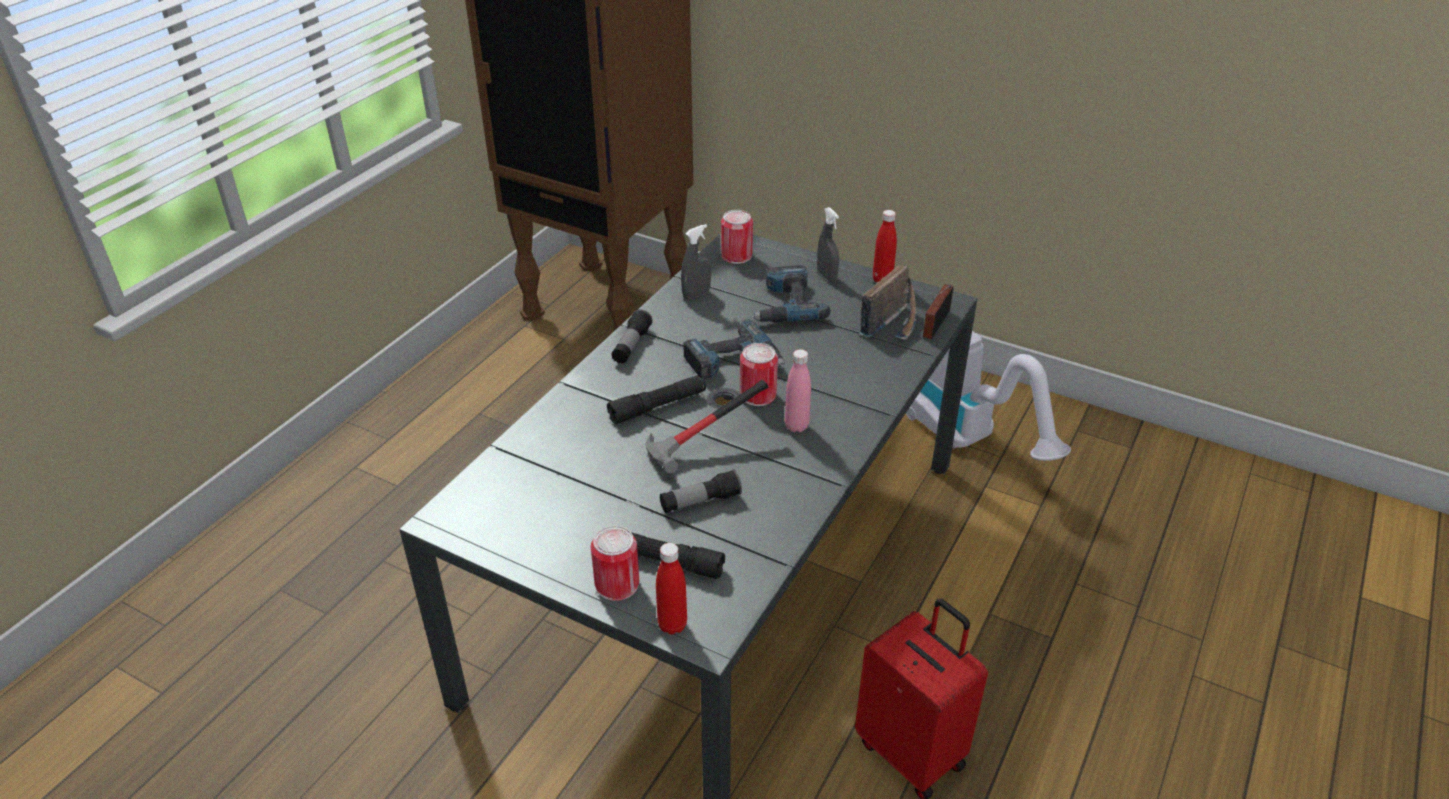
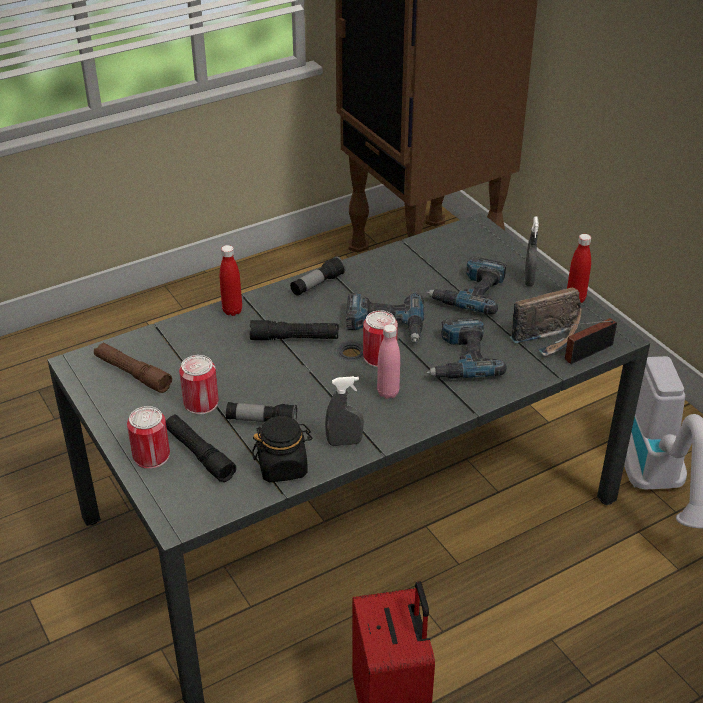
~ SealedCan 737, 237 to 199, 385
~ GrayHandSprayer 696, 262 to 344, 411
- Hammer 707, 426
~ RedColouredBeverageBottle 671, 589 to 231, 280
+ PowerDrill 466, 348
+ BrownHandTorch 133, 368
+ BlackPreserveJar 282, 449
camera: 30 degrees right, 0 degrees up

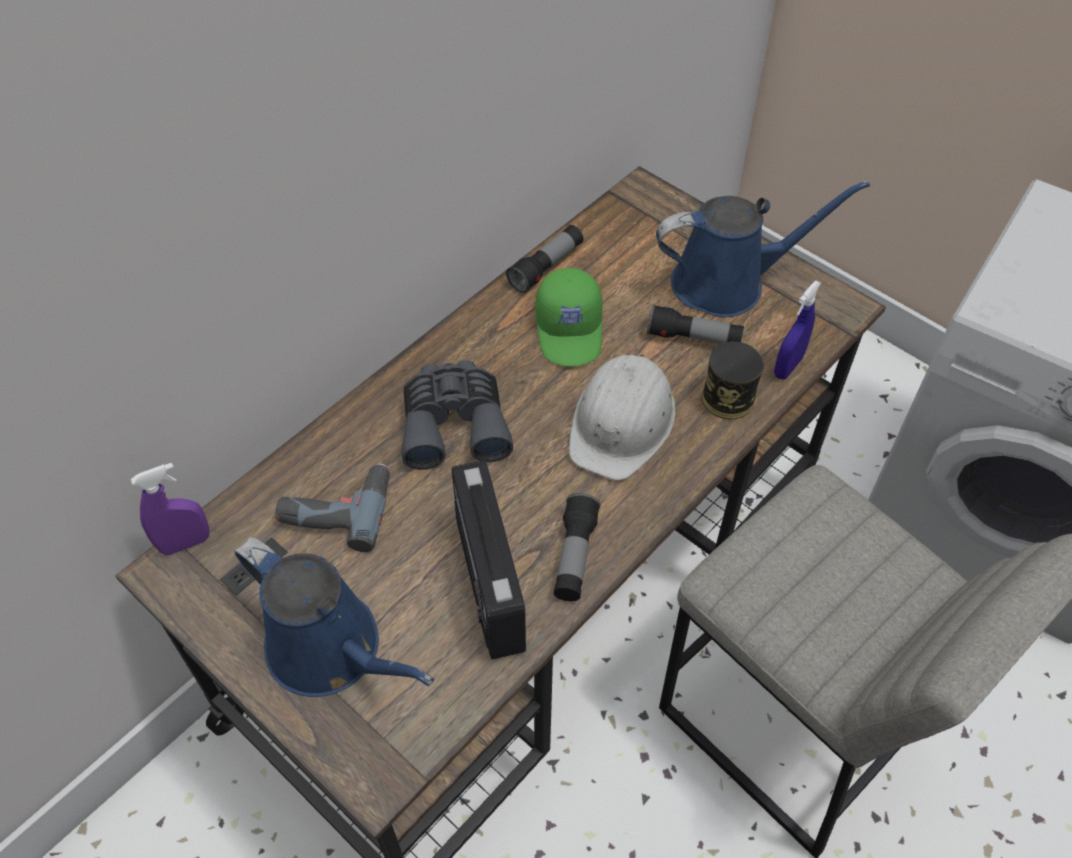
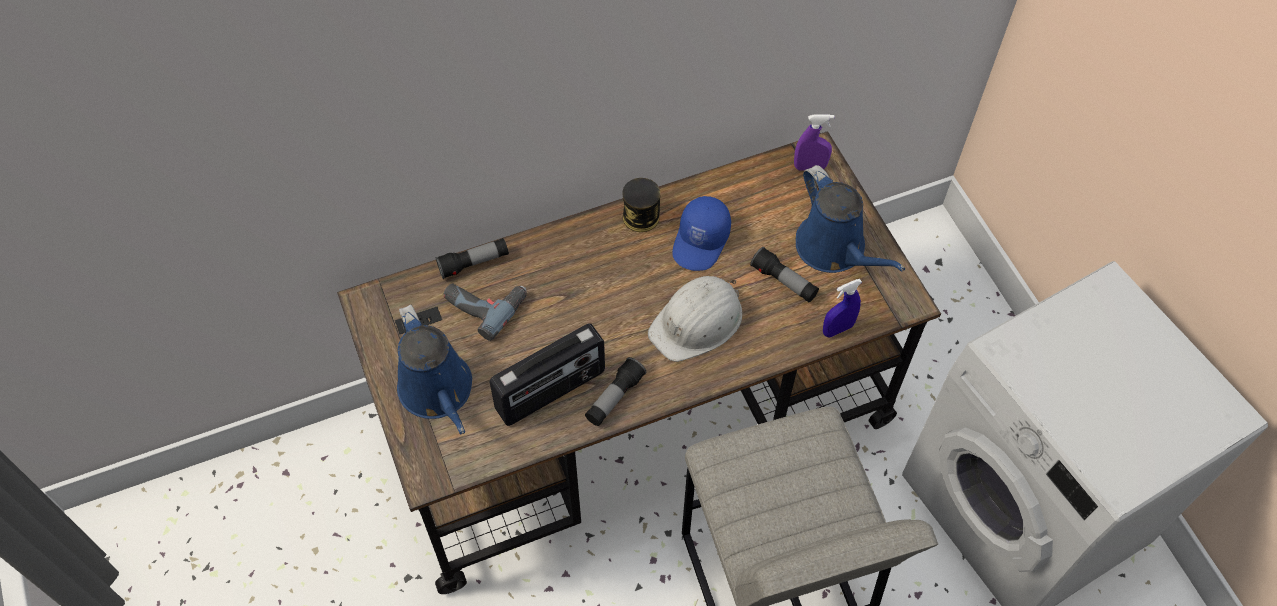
~ BlueWateringCan 763, 249 = 850, 219 45 degrees clockwise
~ HandTorch 544, 259 to 472, 258
~ GreenCap 569, 317 to BlueCap 701, 233
~ SealedCan 733, 380 to 641, 205
- GrayBinoculars 457, 415
~ RadioSet 489, 559 = 547, 374 135 degrees counterclockwise
~ PurpleHandSprayer 170, 509 to 814, 142
camera: 25 degrees right, 5 degrees up

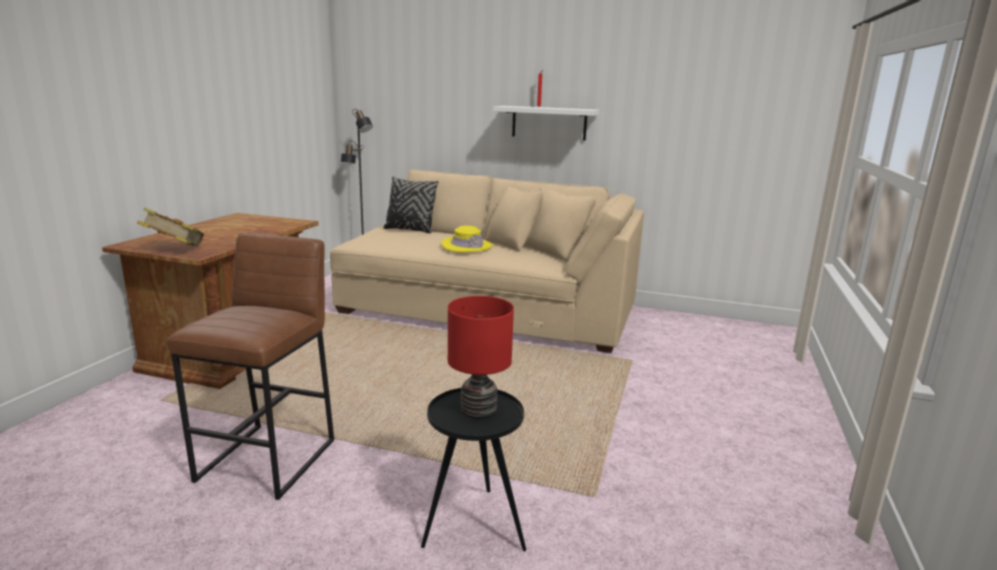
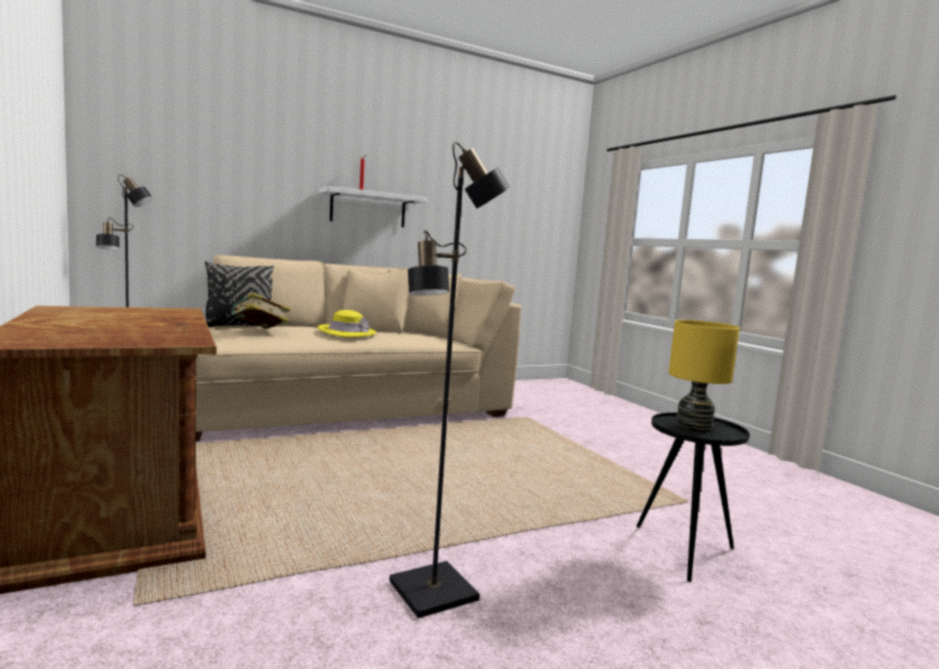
~ Volume 170, 227 to 261, 310
~ BrownSittingStool 250, 366 to BlackStandingLamp 449, 380
~ RedColouredTableLamp 481, 357 to YellowColouredTableLamp 704, 376
camera: 45 degrees left, 10 degrees down

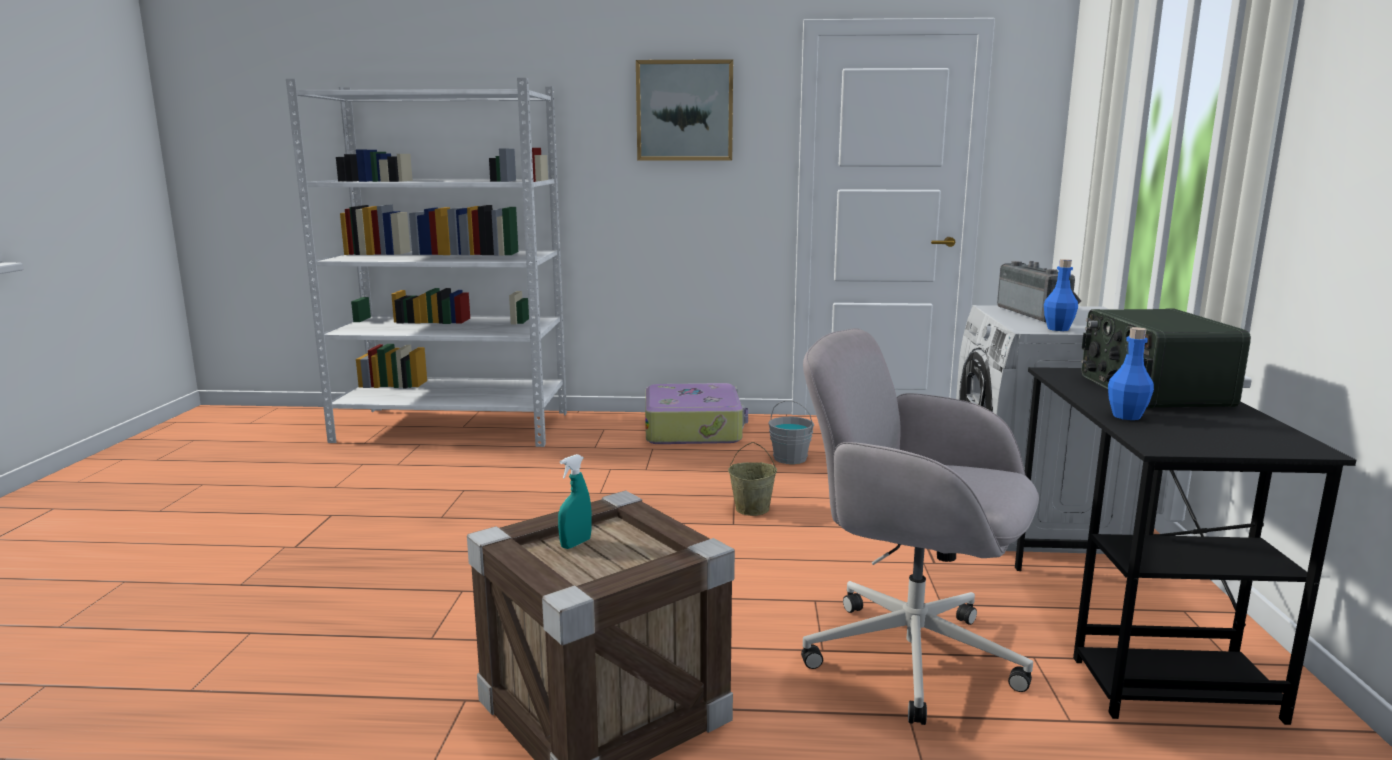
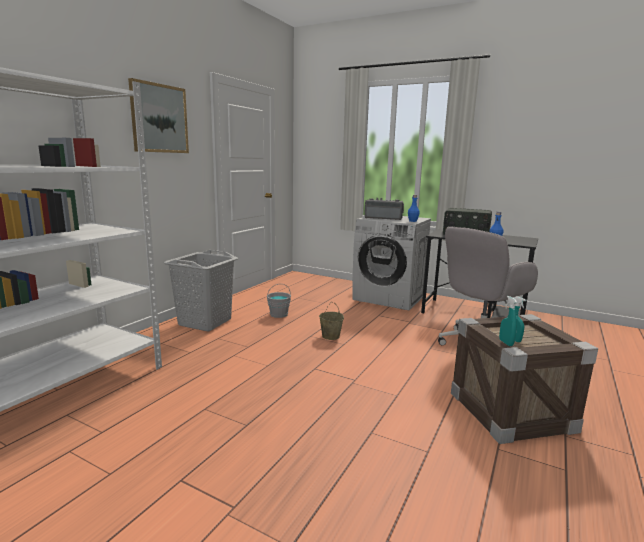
~ TravelCase 696, 413 to GrayLaundryBasket 201, 290
+ BlueGreenHandSprayer 508, 321
camera: 65 degrees left, 0 degrees up

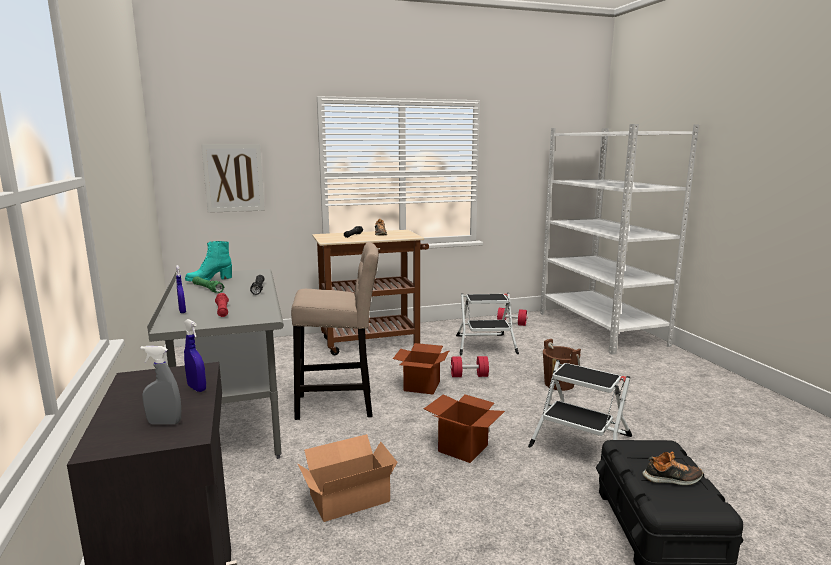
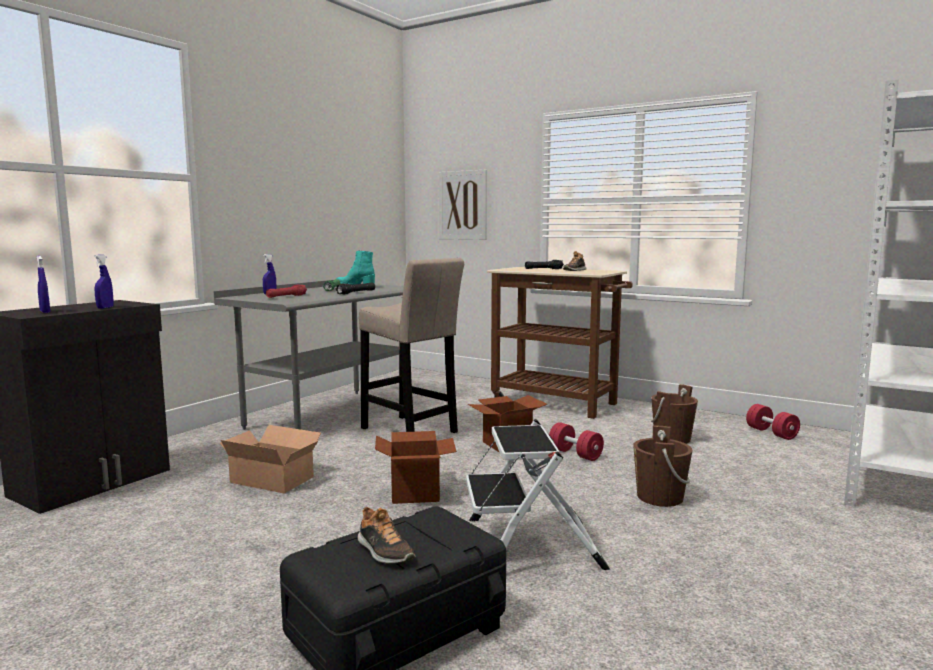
~ Stepladder 487, 324 to BrownWaterBucket 674, 414
~ GrayHandSprayer 160, 385 to BlueHandSprayer 43, 284
camera: 50 degrees right, 5 degrees down

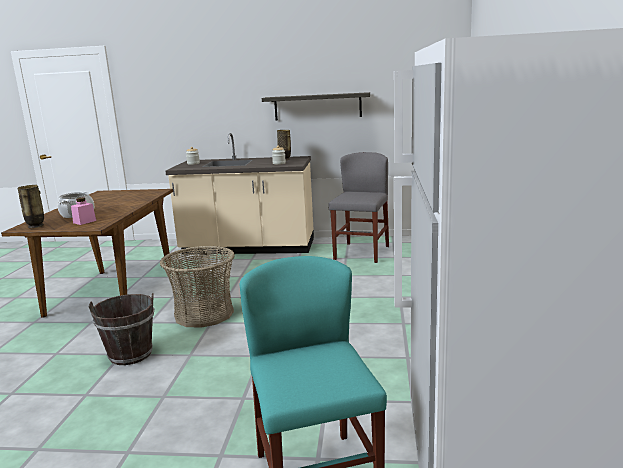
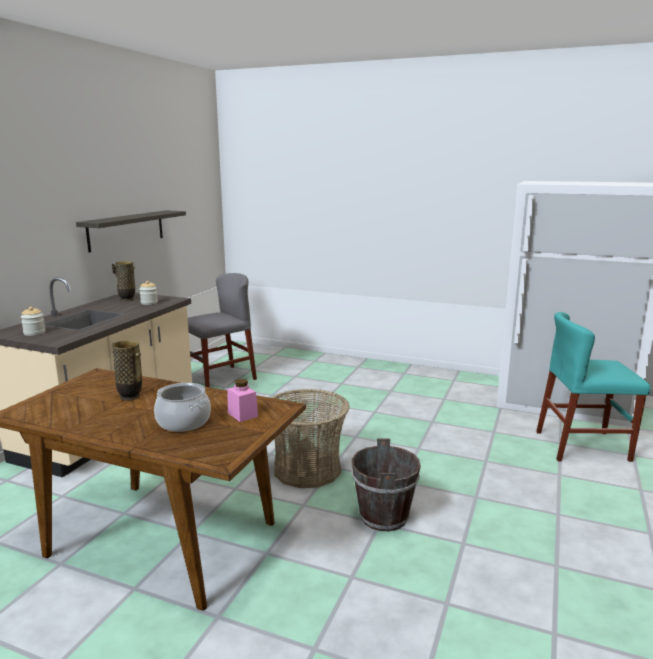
~ GrayPlainChair 358, 207 = 222, 330 105 degrees clockwise
~ Vase 30, 206 to 127, 370
camera: 75 degrees left, 0 degrees up

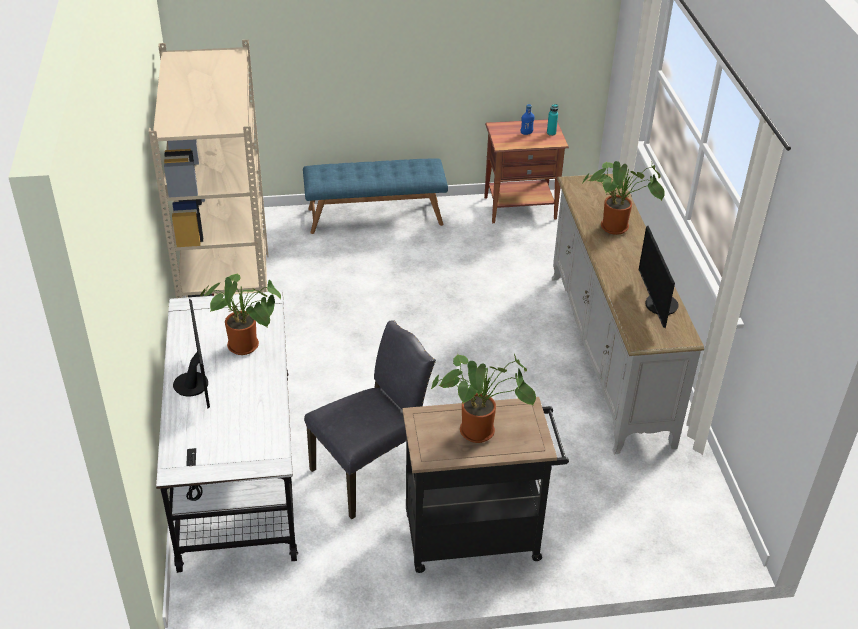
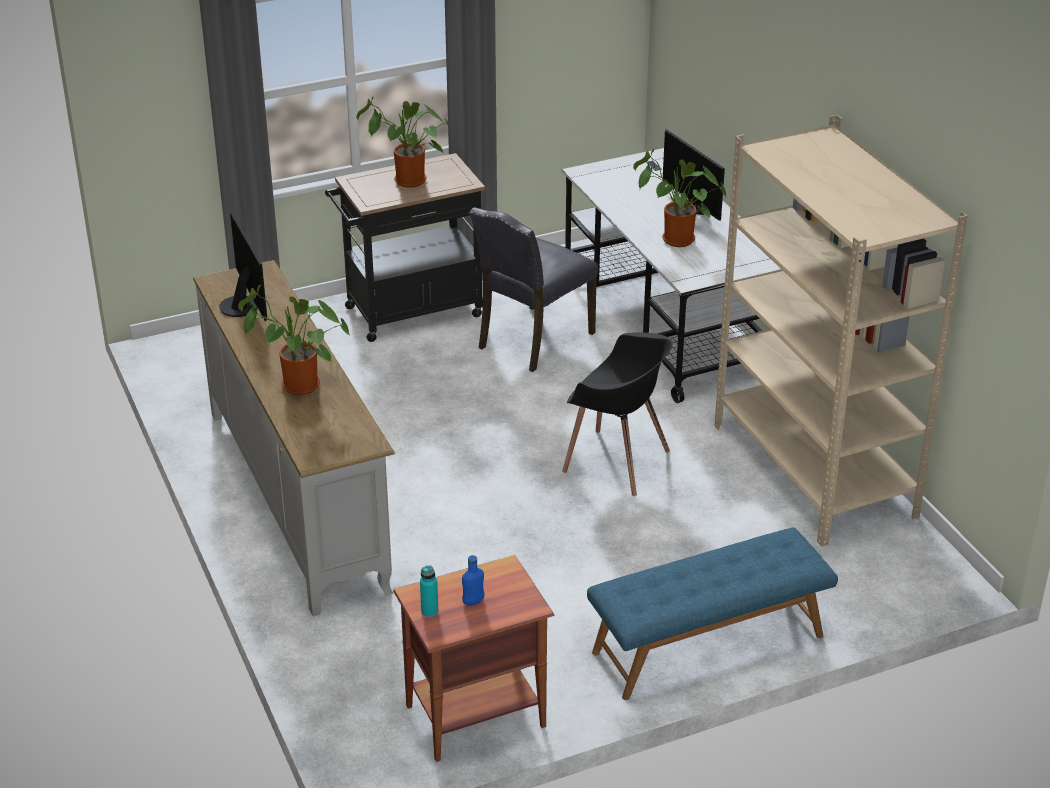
+ BlackPlainChair 617, 414
camera: 165 degrees right, 5 degrees down

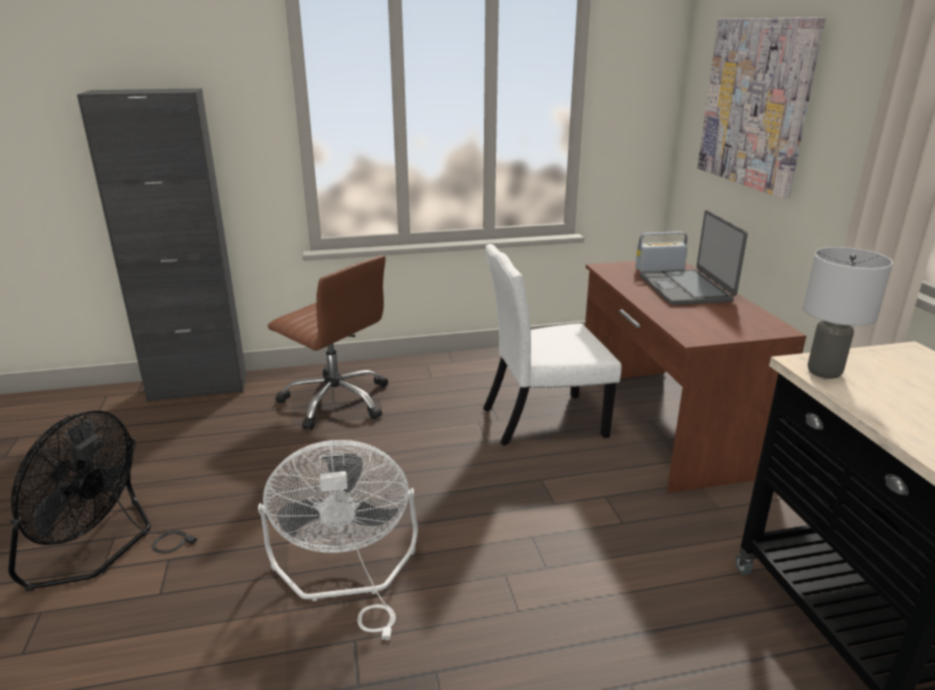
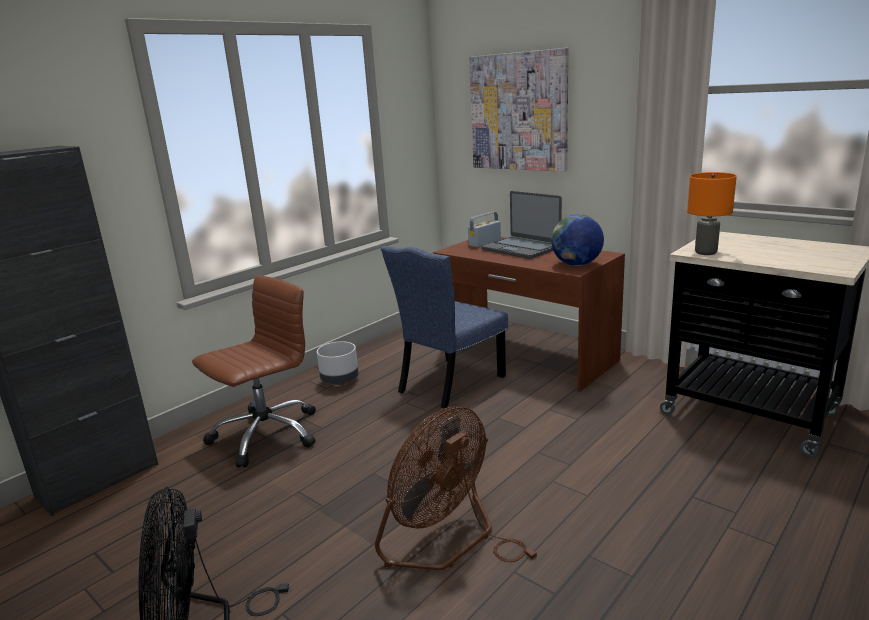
~ WhitishPlainChair 552, 345 to BluePlainChair 444, 327
~ WhitishTableLamp 848, 313 to OrangeyTableLamp 712, 213
~ BrownDeskChair 328, 342 = 254, 371 45 degrees counterclockwise
~ WhitishFan 338, 540 to BrownFan 456, 488
+ DeskGlobe 577, 240
+ GrayFlowerPot 338, 363
camera: 35 degrees left, 5 degrees down

